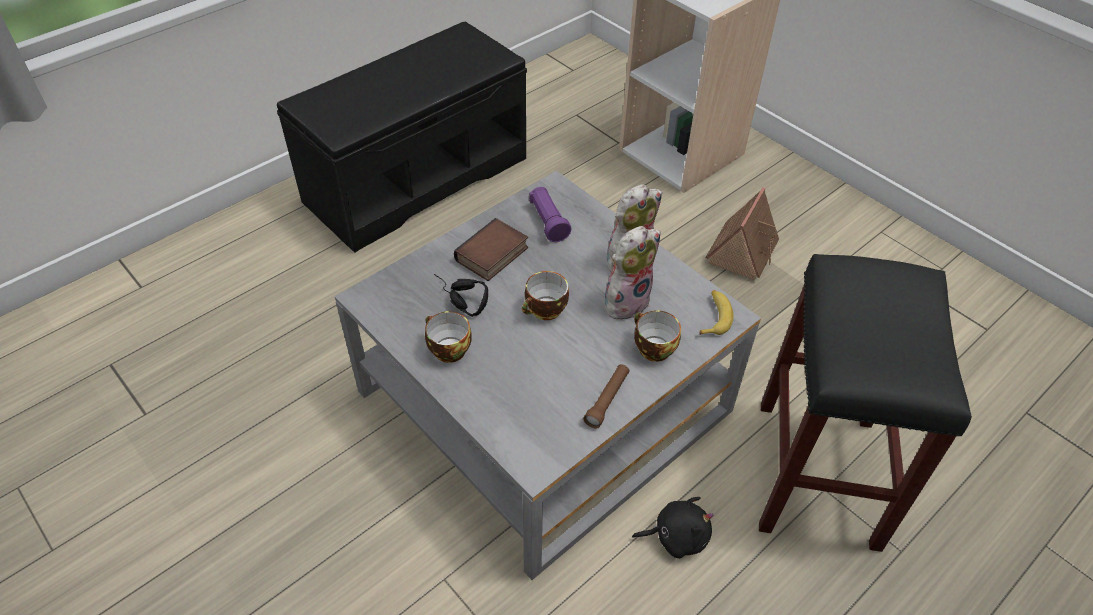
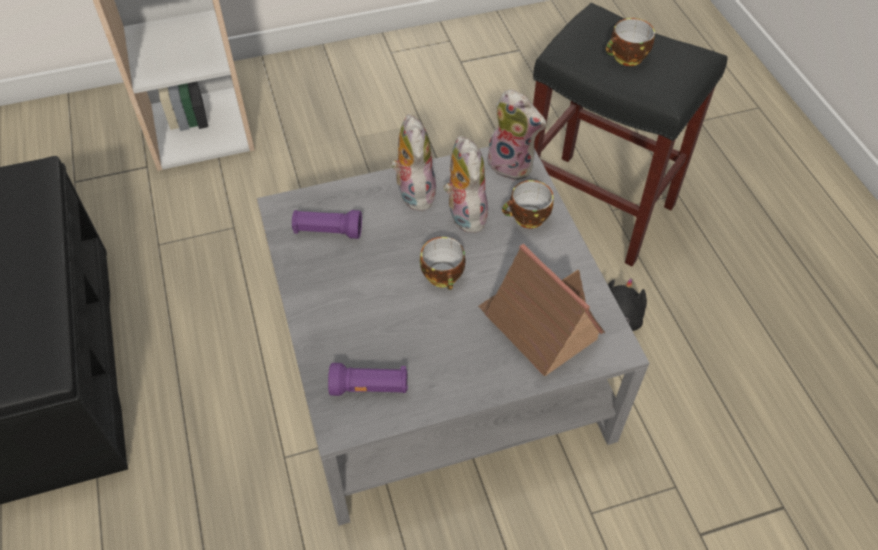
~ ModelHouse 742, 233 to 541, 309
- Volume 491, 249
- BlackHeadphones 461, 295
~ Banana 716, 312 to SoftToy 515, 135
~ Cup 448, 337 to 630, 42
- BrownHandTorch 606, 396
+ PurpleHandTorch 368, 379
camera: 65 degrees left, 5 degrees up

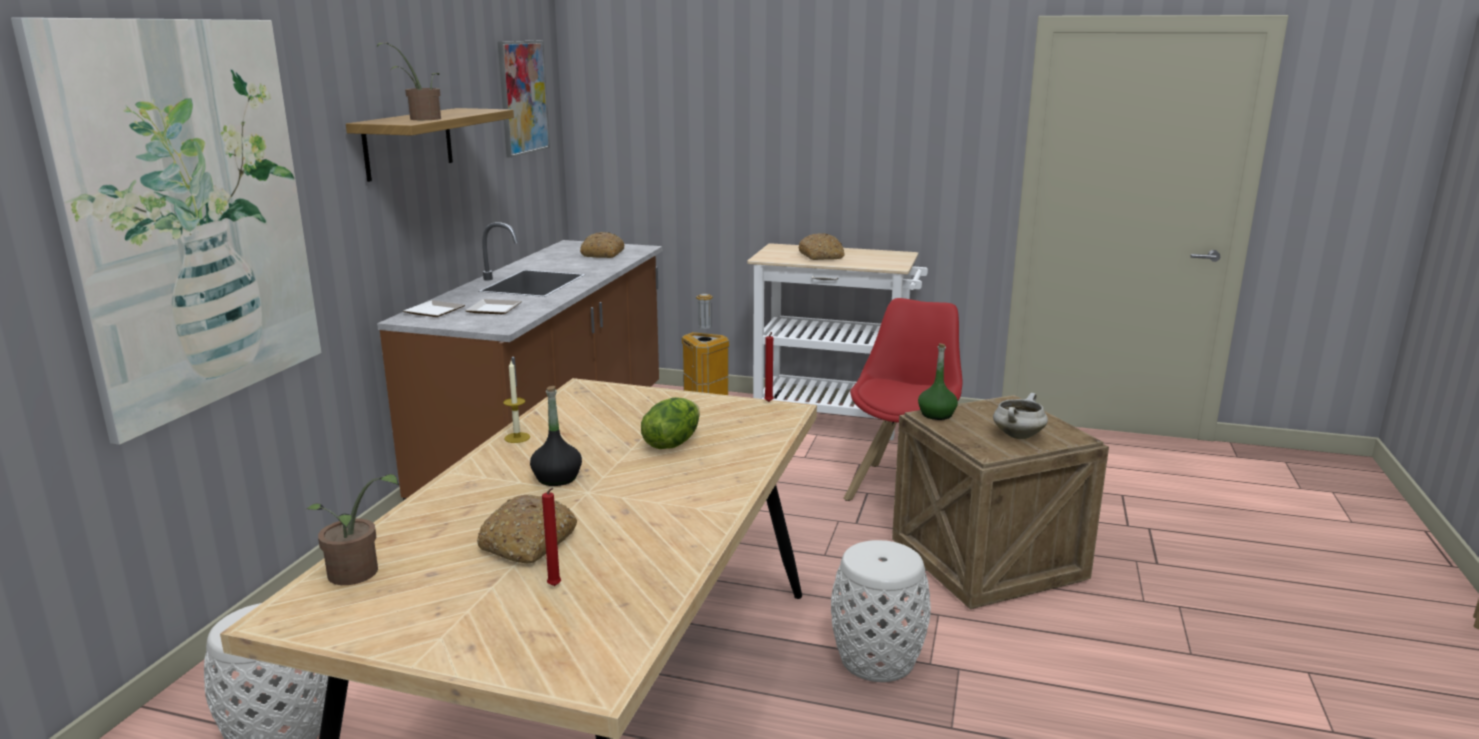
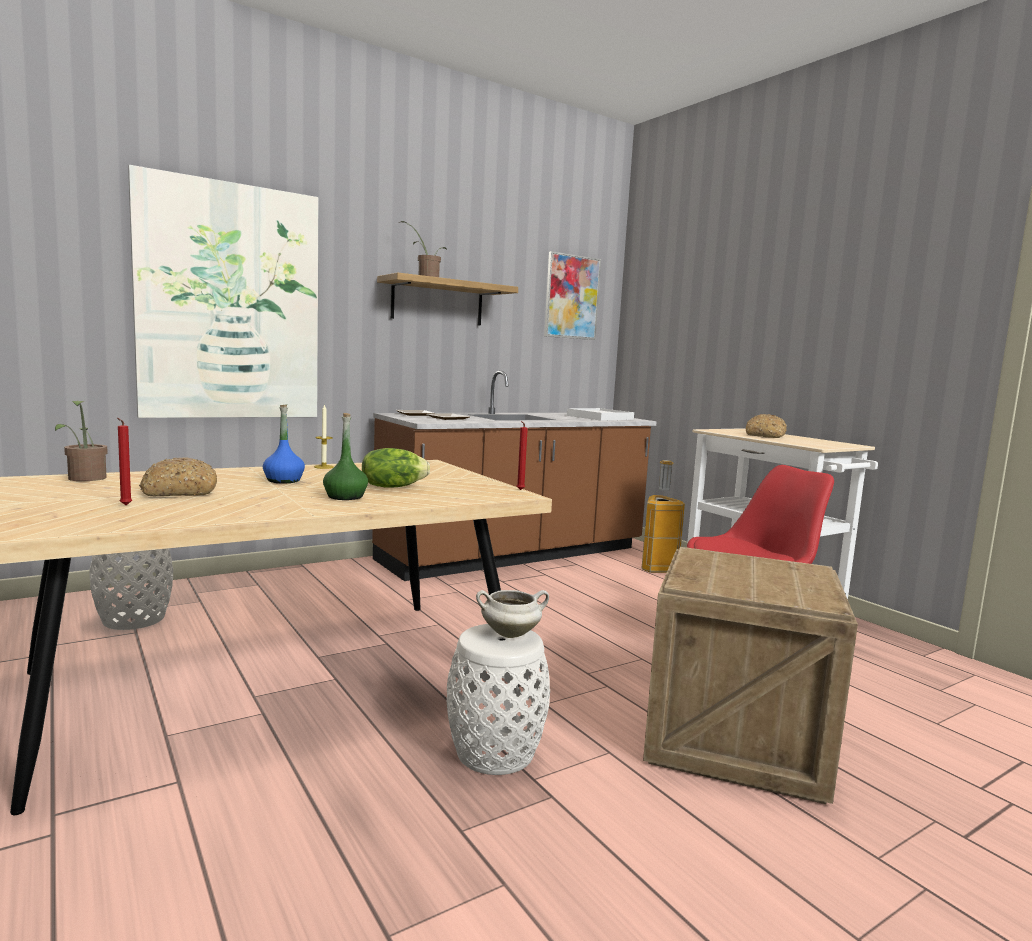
~ BakeryBread 602, 245 to WhitishServingTray 600, 414
~ GreenBeverageBottle 938, 381 to 345, 456
~ BlackBeverageBottle 556, 436 to BlueBeverageBottle 284, 443
~ WhitishSaucepot 1020, 416 to 512, 614
camera: 40 degrees right, 10 degrees down

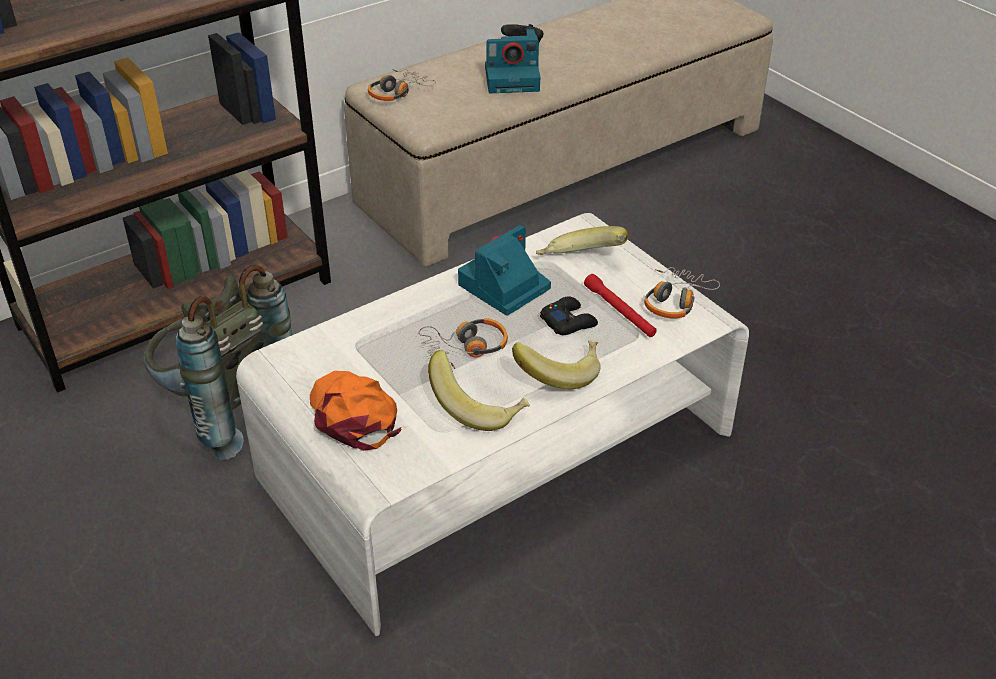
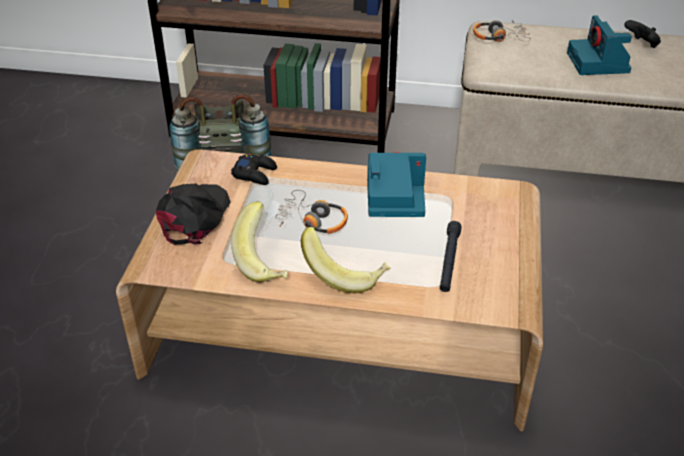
~ PhotoCamera 512, 61 = 599, 45 45 degrees clockwise
~ WhitishCoffeeTable 492, 424 to BrownCoffeeTable 329, 290
- Banana 582, 240
- Headphones 682, 293
~ RedColouredHandTorch 620, 305 to BlackHandTorch 451, 256
~ BlackJoypad 569, 315 to 254, 169
~ OrangeyCap 356, 411 to BlackCap 193, 214
camera: 45 degrees right, 0 degrees up

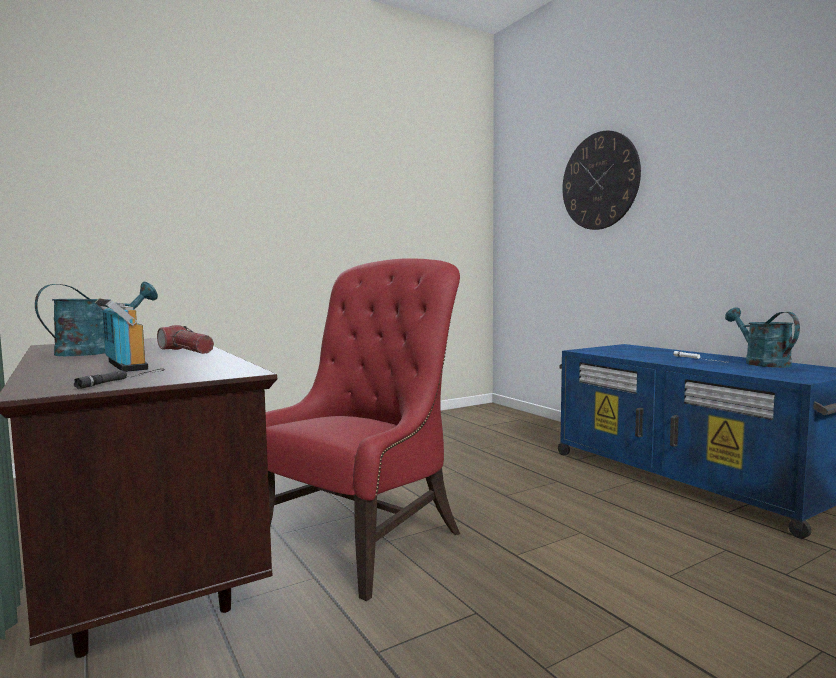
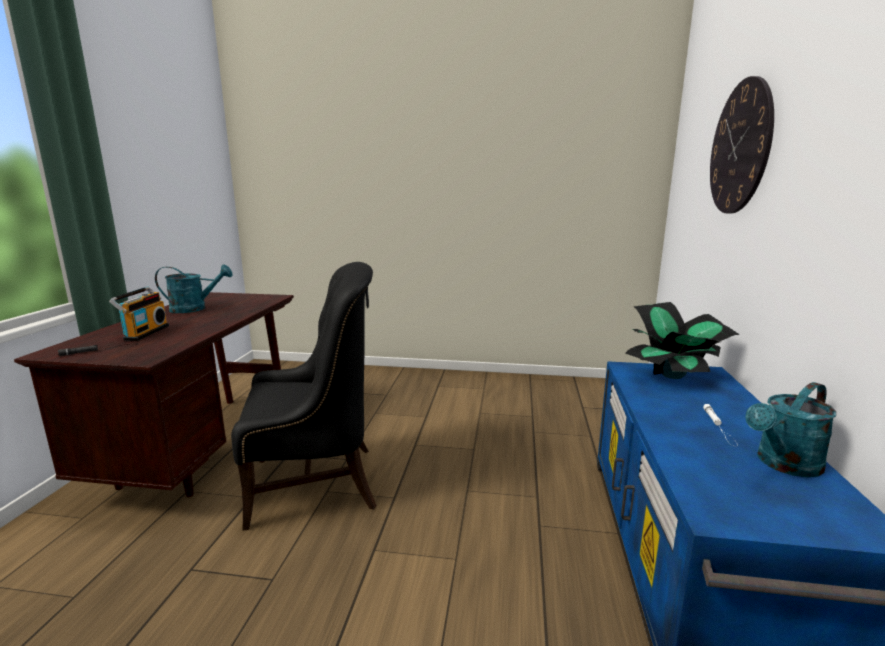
~ RedColouredPlainChair 362, 429 to BlackPlainChair 303, 396
~ BlueGreenWateringCan 762, 337 = 790, 429 150 degrees counterclockwise
- HandTorch 185, 339
+ PlantInAPot 682, 340
camera: 40 degrees right, 10 degrees up

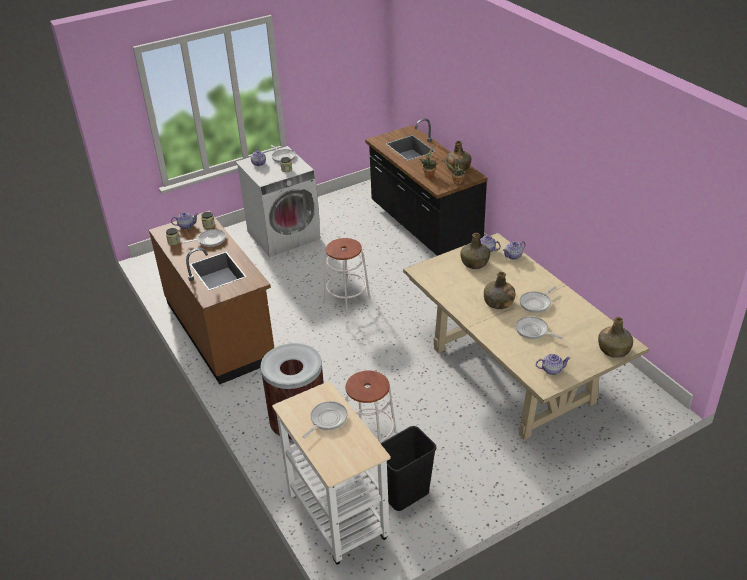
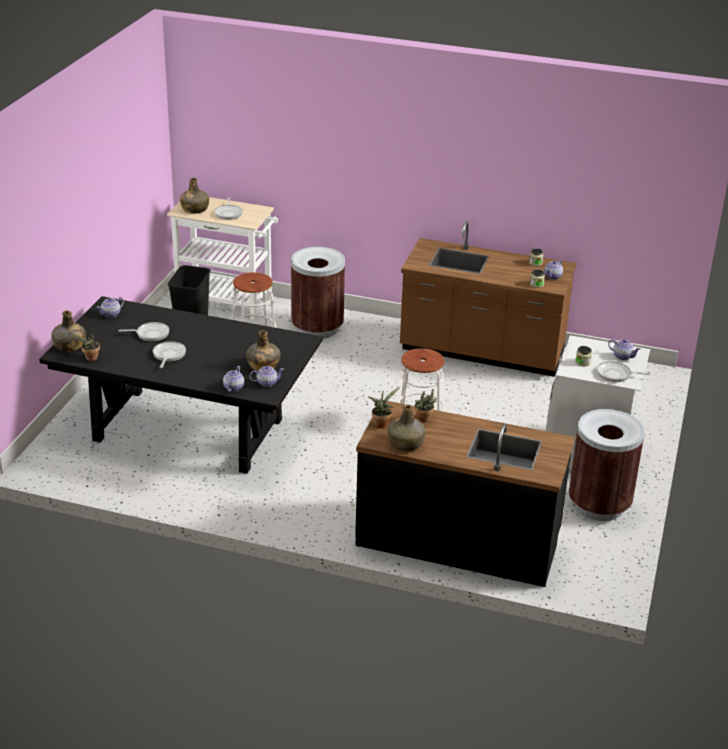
- FryingPan 204, 238
~ BeigeColouredDinnerTable 526, 336 to BlackDinnerTable 181, 385
~ GreenBeverageBottle 500, 290 to 194, 196
+ PlantInAPot 84, 345
+ BrownWasteBin 607, 465
camera: 135 degrees right, 5 degrees down

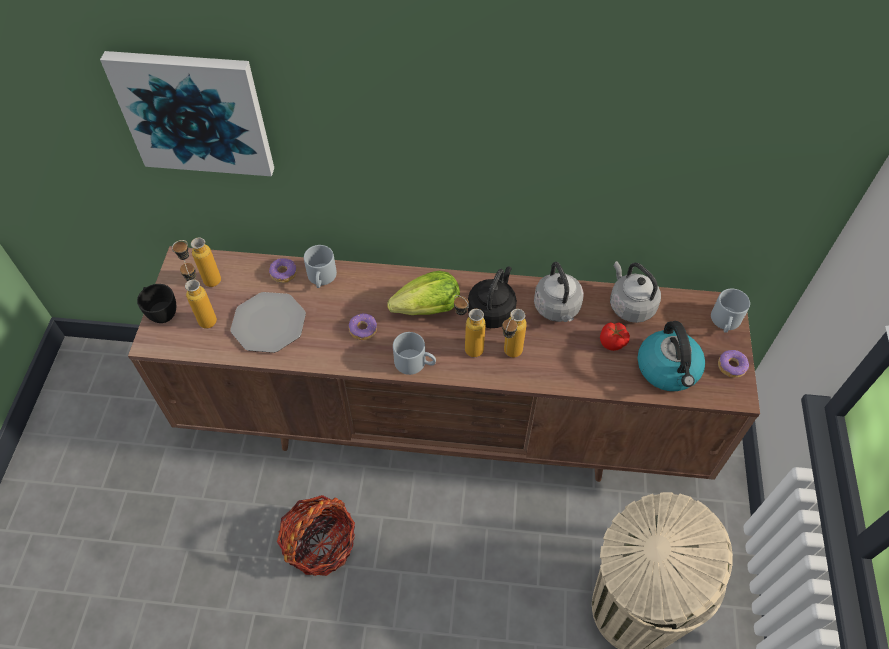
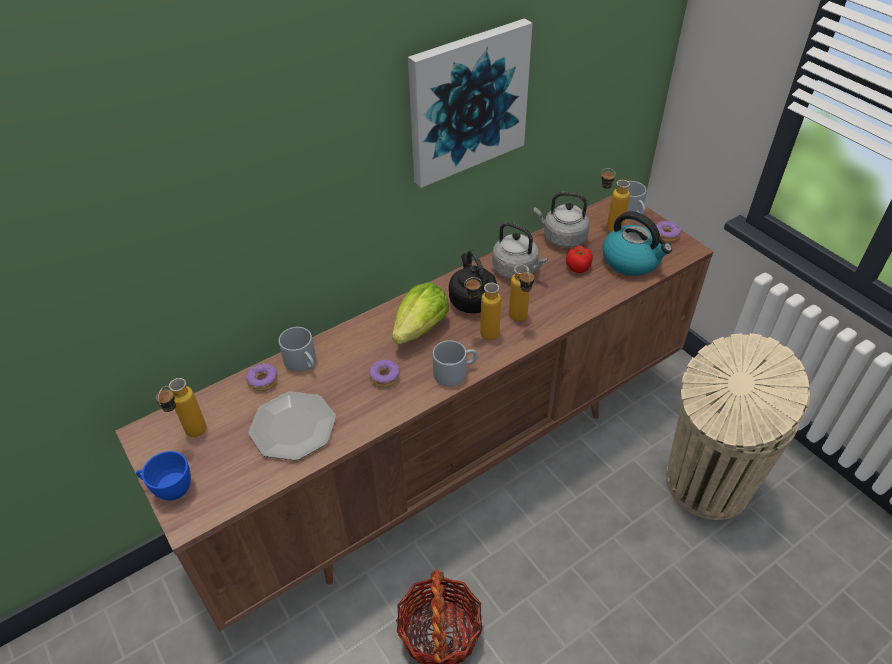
~ WallPicture 187, 113 to 470, 103
~ BeverageBottle 198, 294 to 615, 200
~ BlackCup 156, 303 to BlueCup 163, 476
camera: 40 degrees left, 10 degrees down

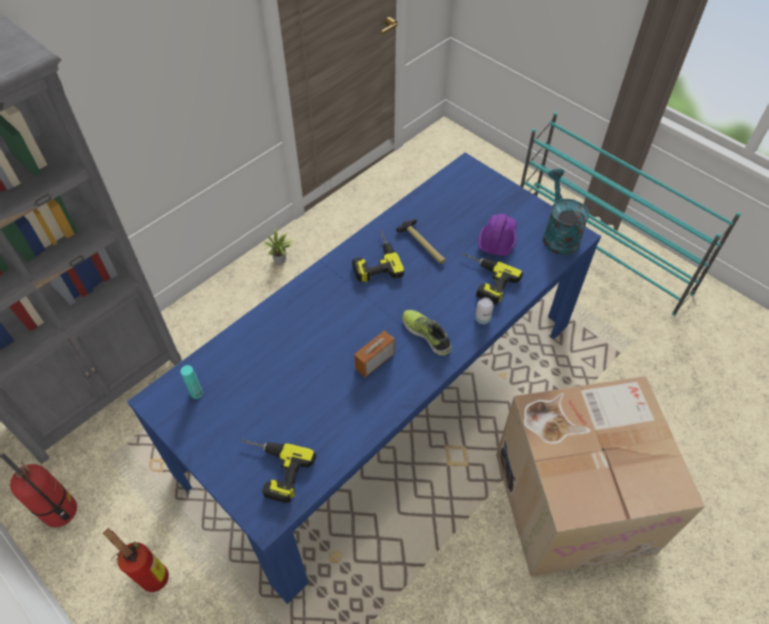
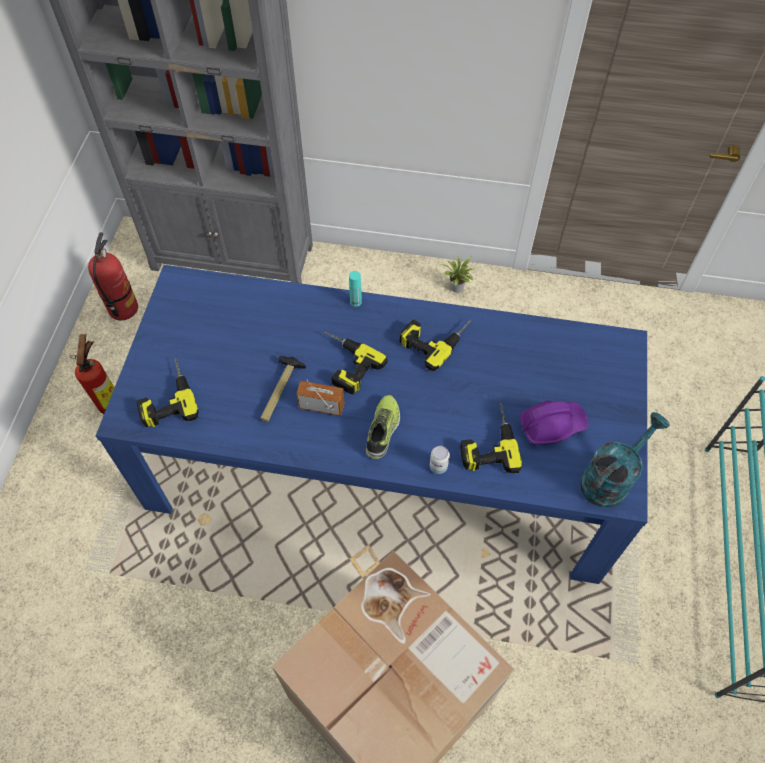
~ Hammer 421, 241 to 283, 389
~ BlueGreenBeverageBottle 191, 382 to 355, 289
+ PowerDrill 356, 362
camera: 55 degrees right, 5 degrees up

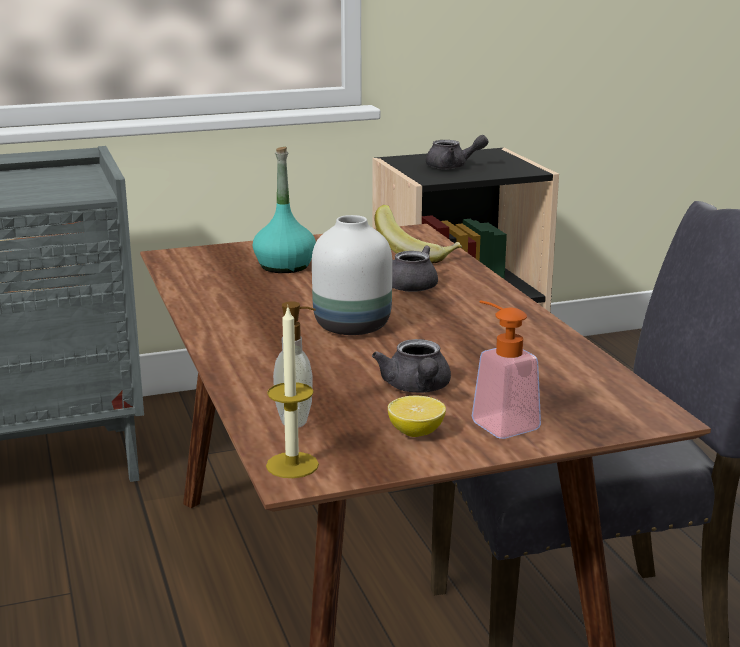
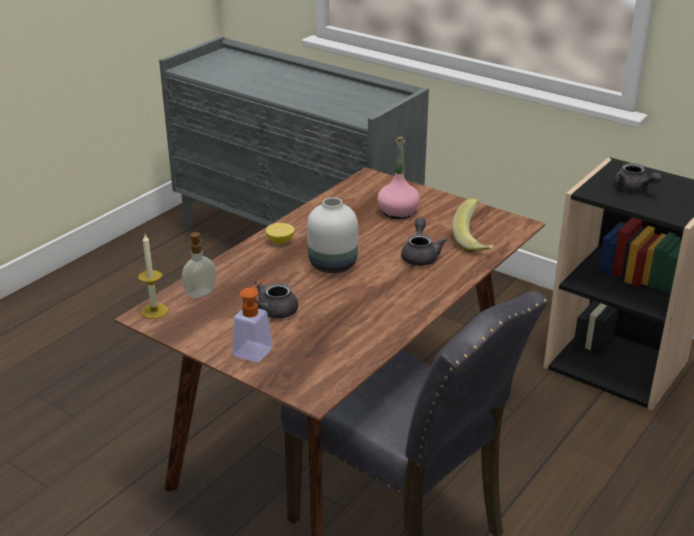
~ BlueGreenBeverageBottle 284, 210 to PinkishBeverageBottle 398, 178
~ Lemon 417, 416 to 280, 233
camera: 55 degrees right, 10 degrees up

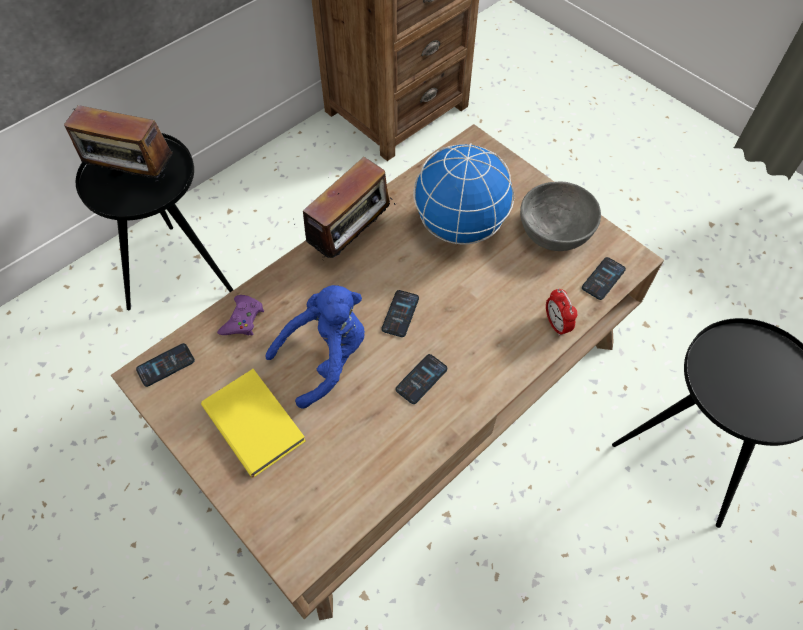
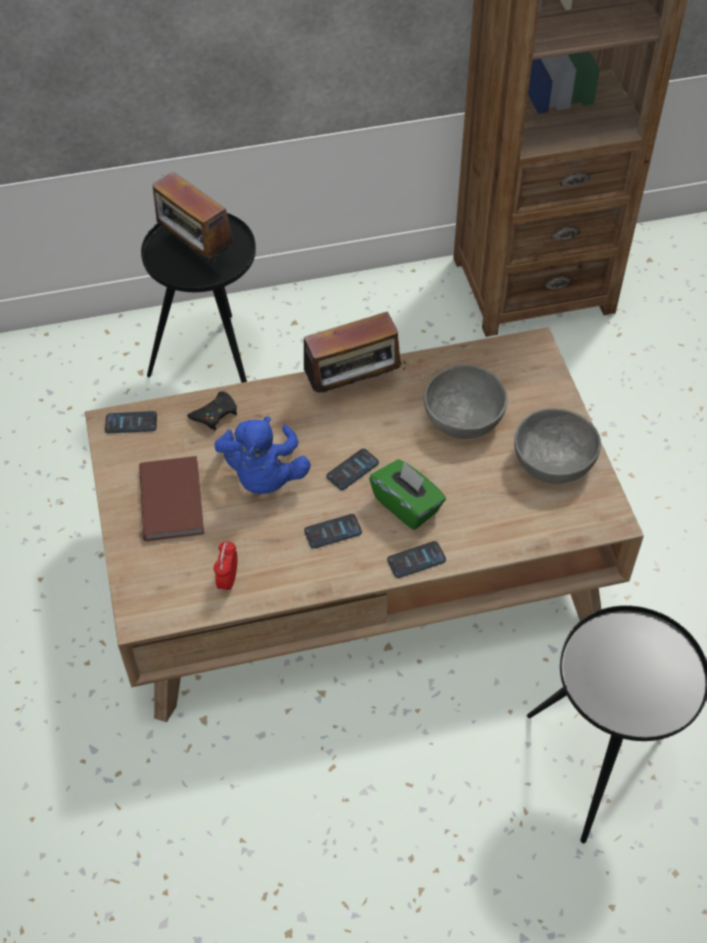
~ DeskGlobe 463, 193 to GrayDeepDish 465, 402
~ Phone 604, 278 to 416, 559
~ BlueSoftToy 315, 347 = 263, 455 90 degrees clockwise
~ AlarmClock 562, 312 to 225, 566
~ PurpleJoypad 240, 315 to BlackJoypad 212, 411
~ YellowColouredVolume 253, 423 to BrownVolume 171, 498
+ GreenTissueHolder 407, 494
camera: 30 degrees right, 5 degrees down

